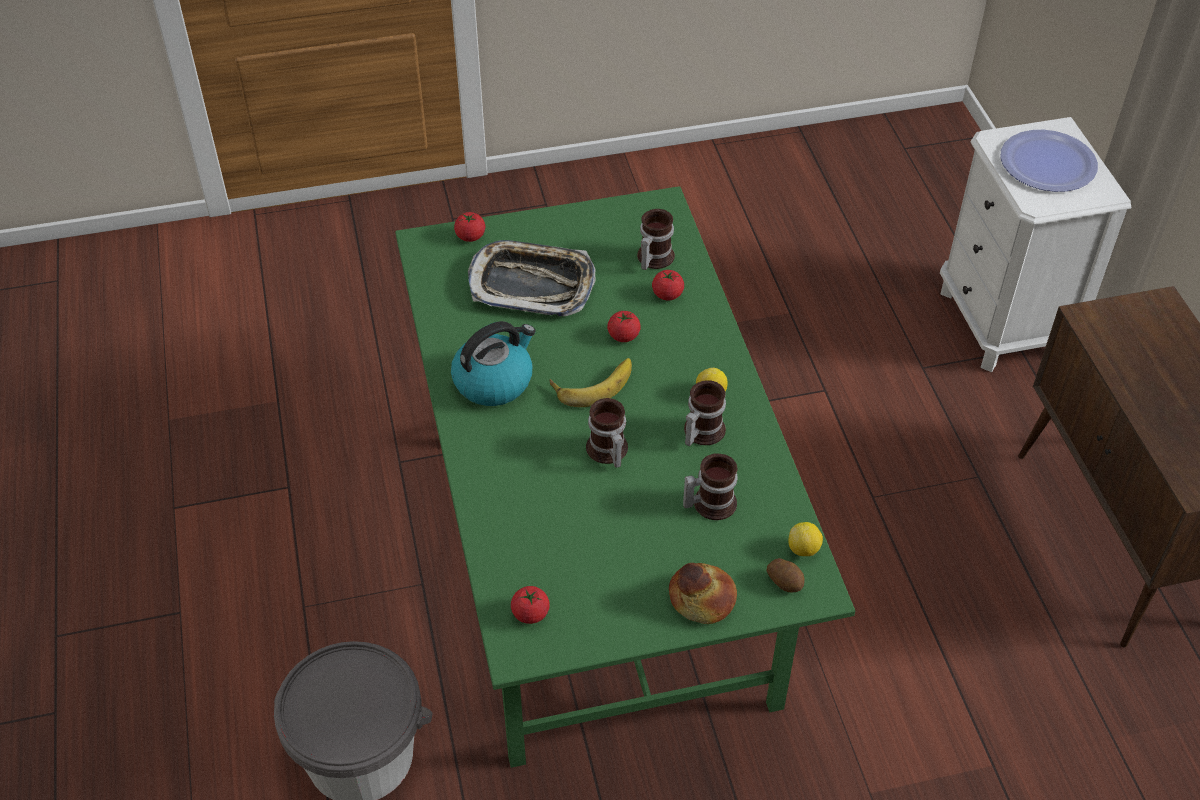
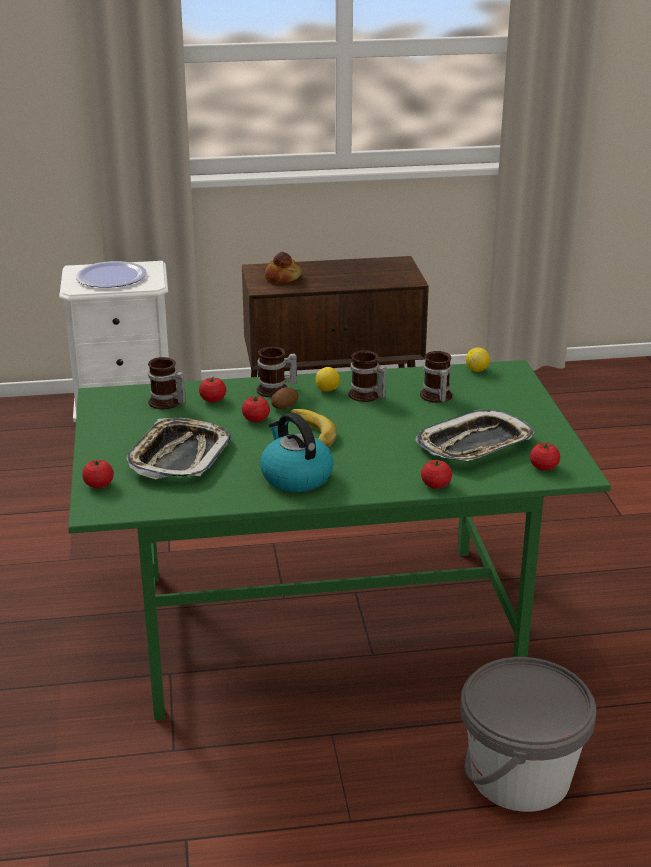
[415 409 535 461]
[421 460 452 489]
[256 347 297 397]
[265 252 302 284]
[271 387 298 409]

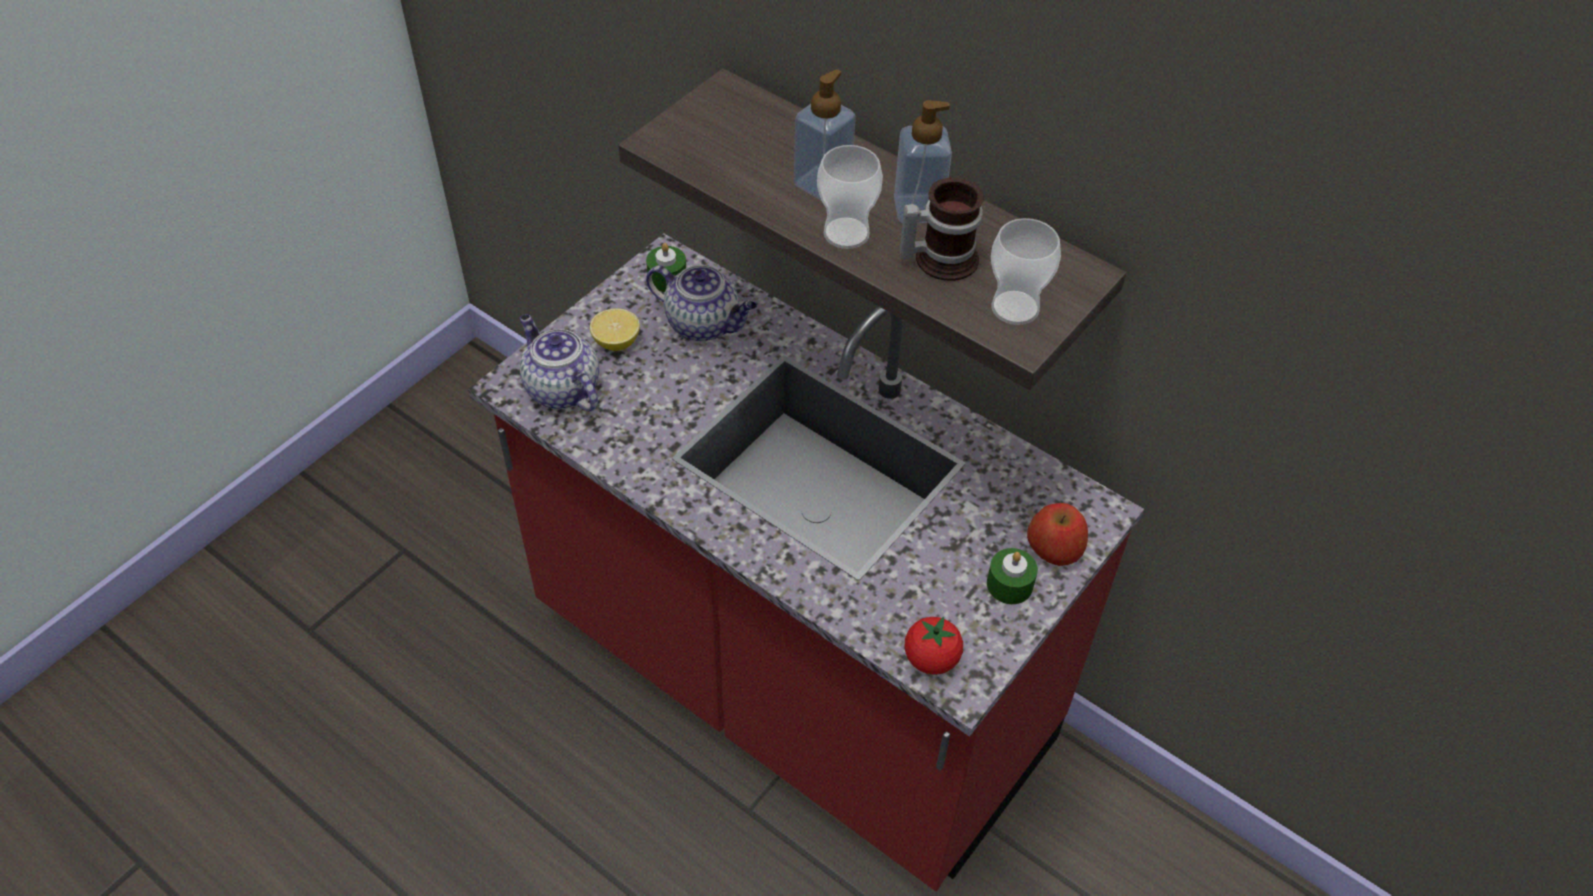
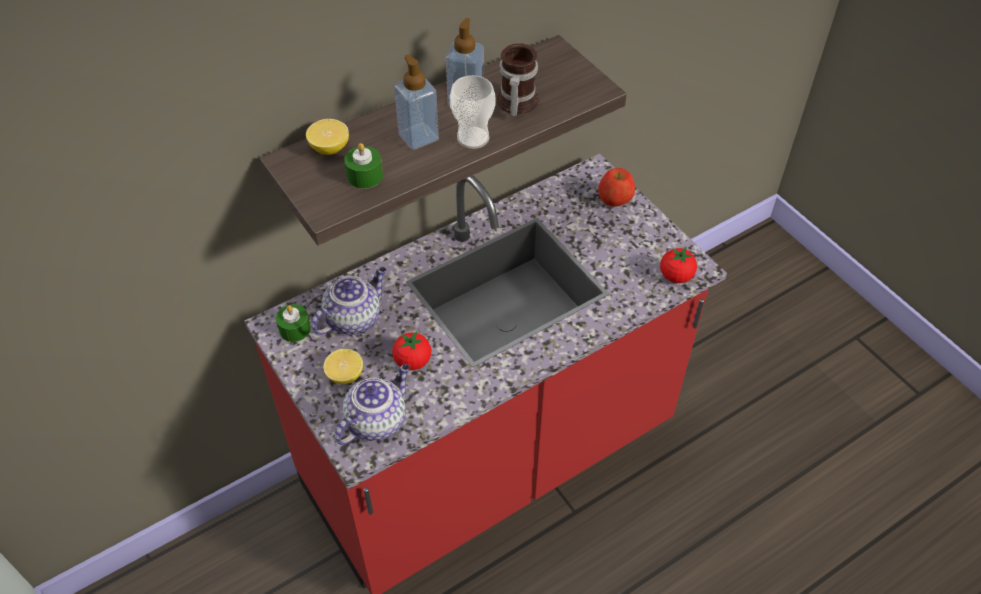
[991 218 1061 325] (first image)
[306 119 349 155]
[392 331 431 370]
[344 143 383 189]
[335 364 410 445]

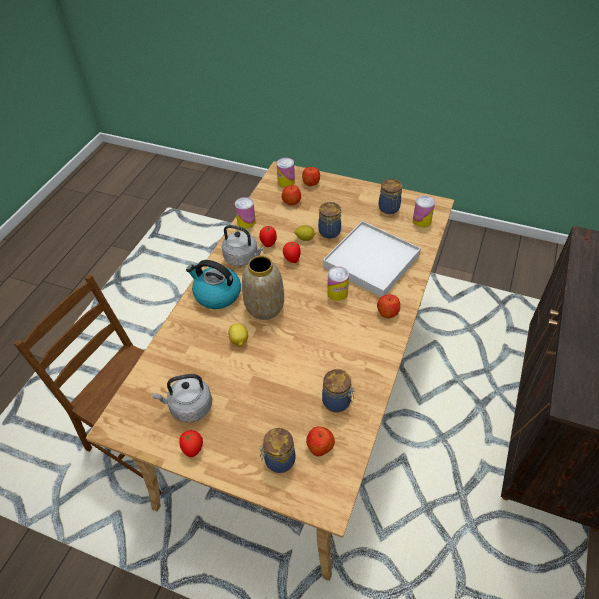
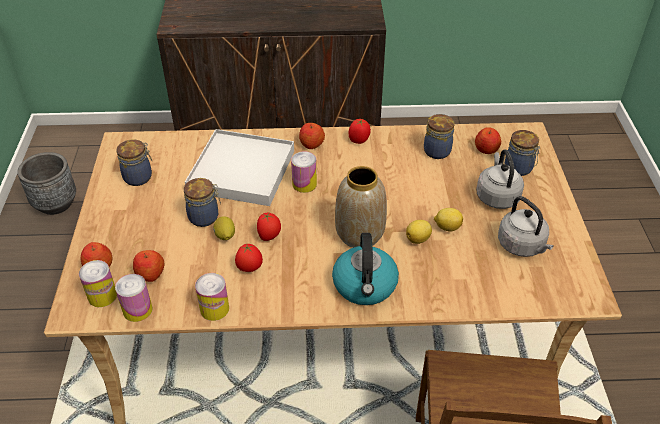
[17 152 76 215]
[434 208 463 231]
[348 119 371 144]
[476 150 524 209]
[115 274 153 322]

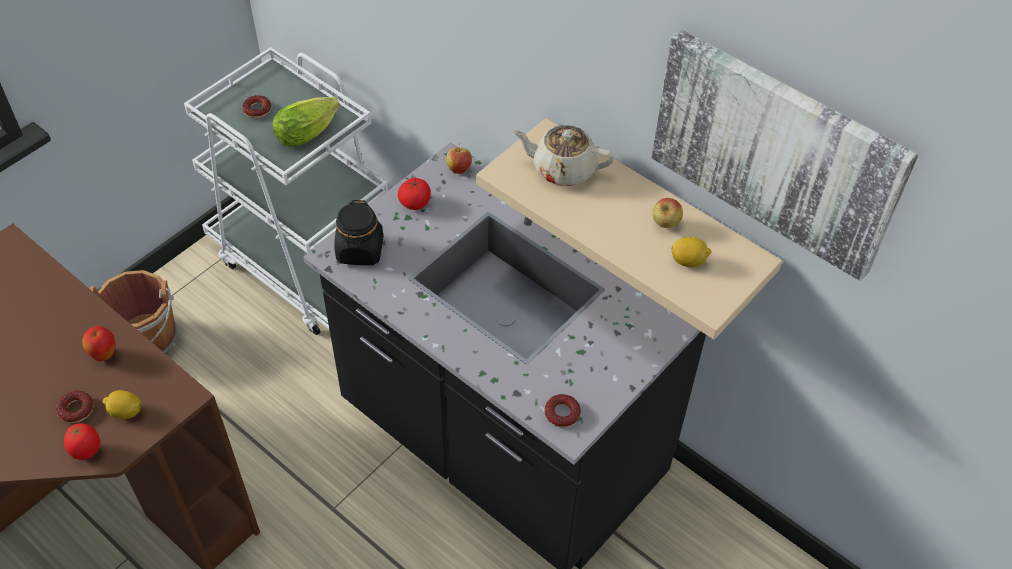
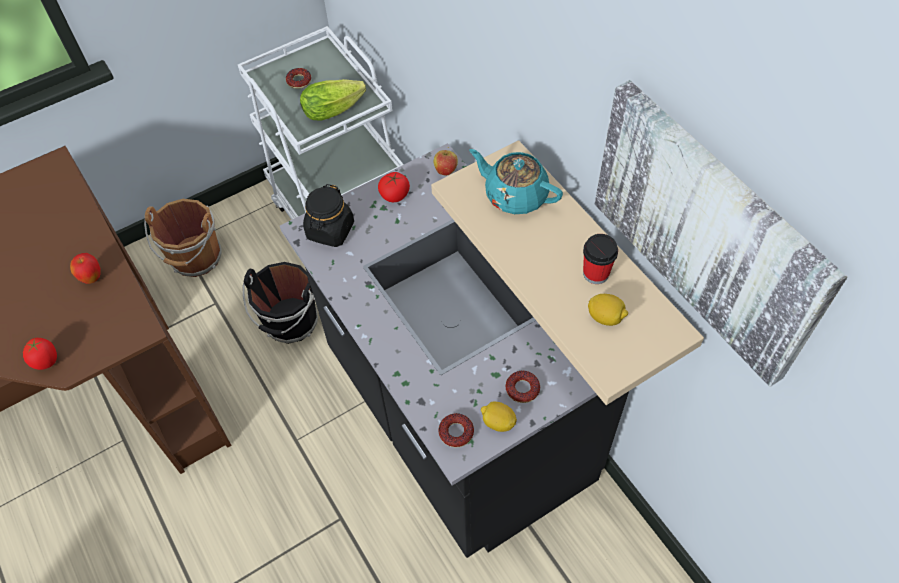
[243 262 318 344]
[505 371 540 403]
[481 402 517 432]
[583 234 618 284]
[469 149 563 214]

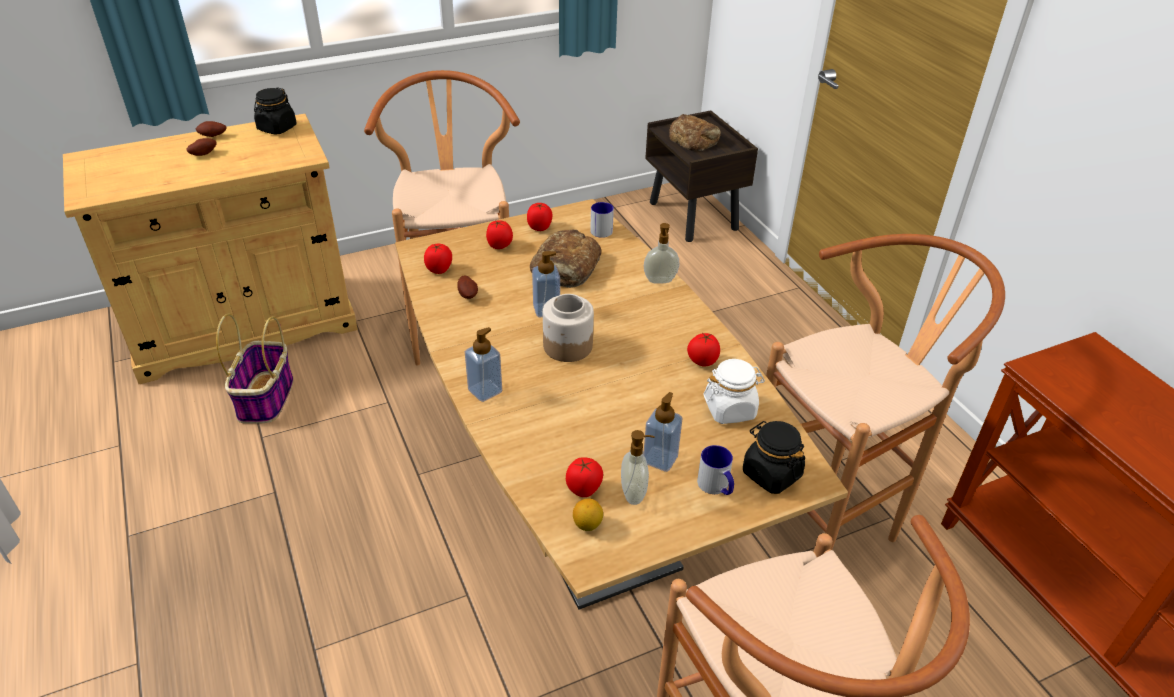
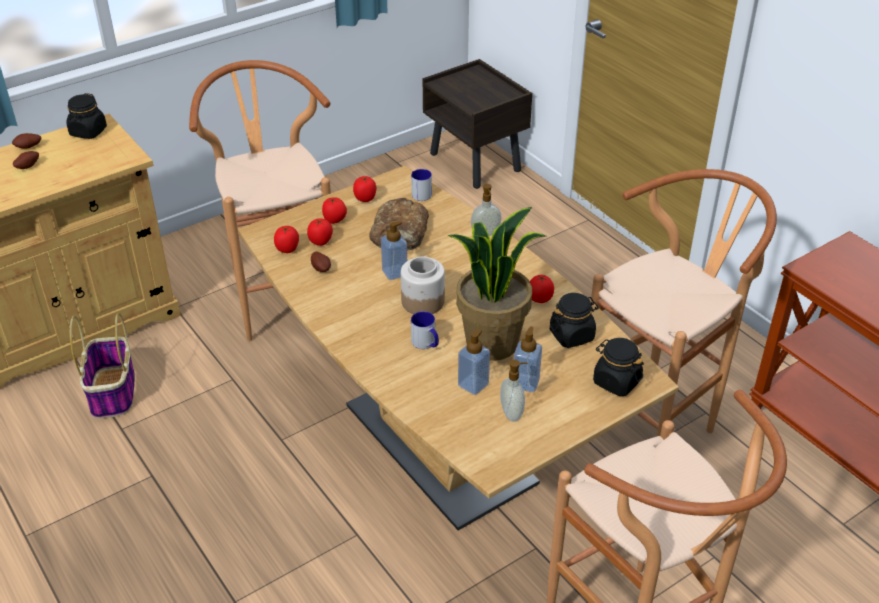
[573 499 603 531] (first image)
[669 114 721 151] (first image)
[448 207 546 361]
[458 329 490 395]
[307 218 333 246]
[411 311 439 349]
[550 293 598 348]

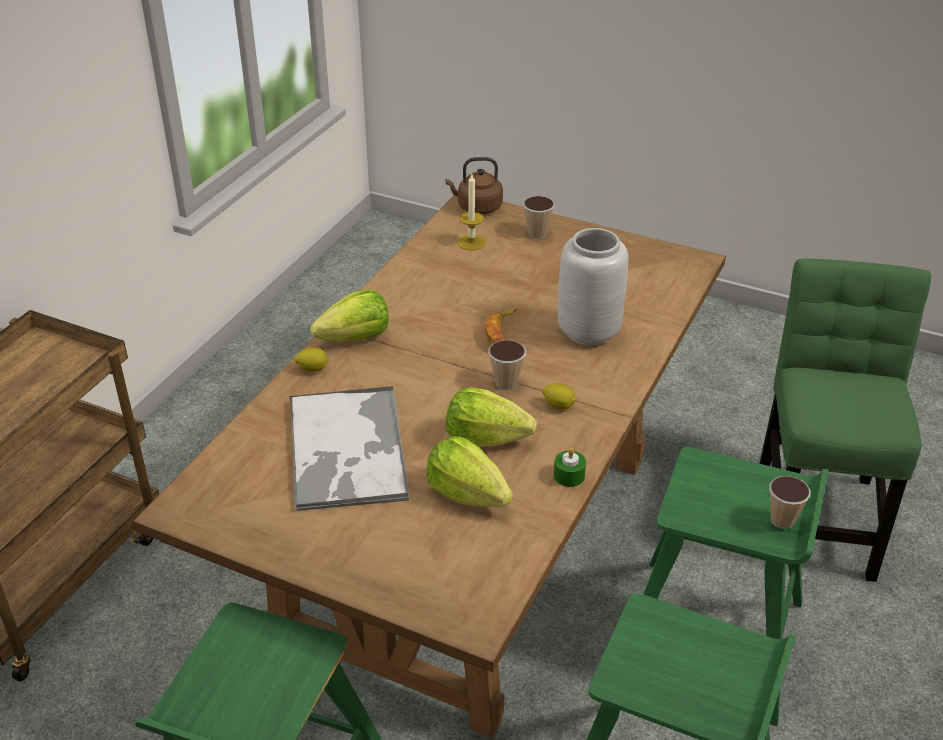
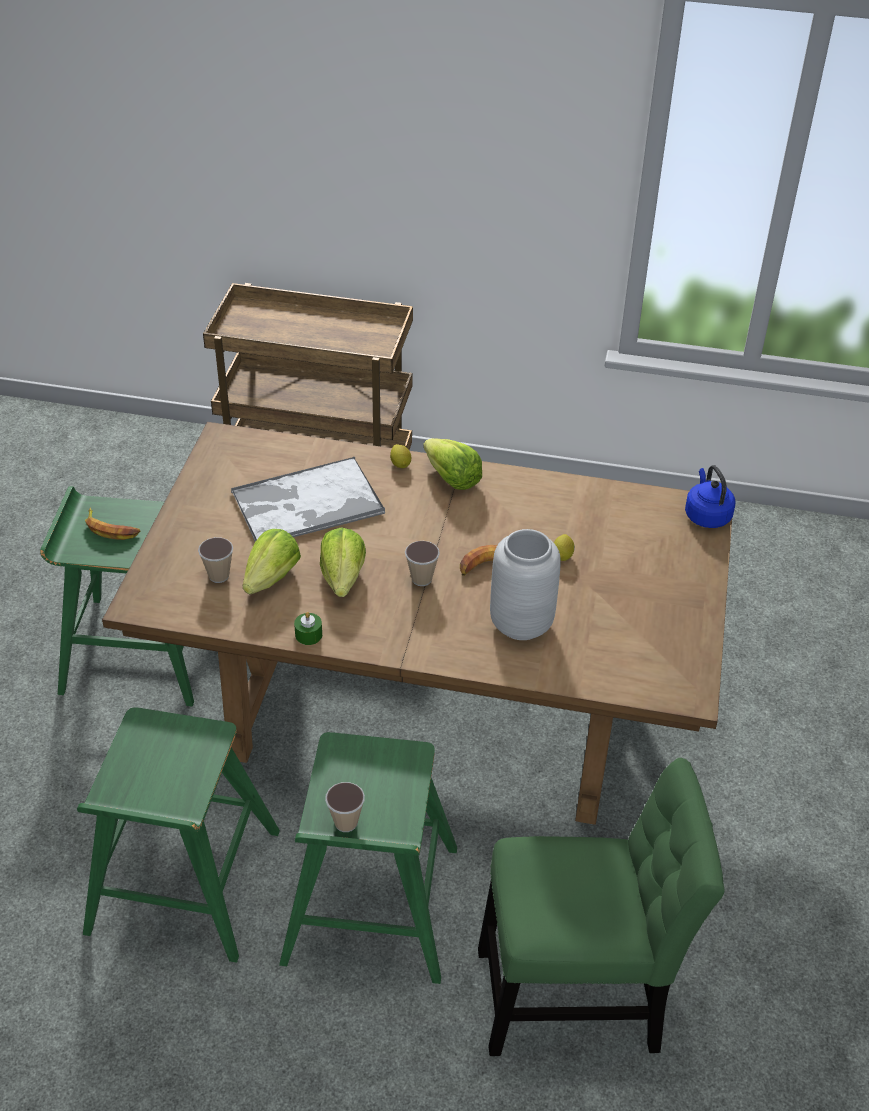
[457 174 486 250] (first image)
[85 507 140 540]
[198 537 233 583]
[554 534 575 561]
[685 465 736 528]

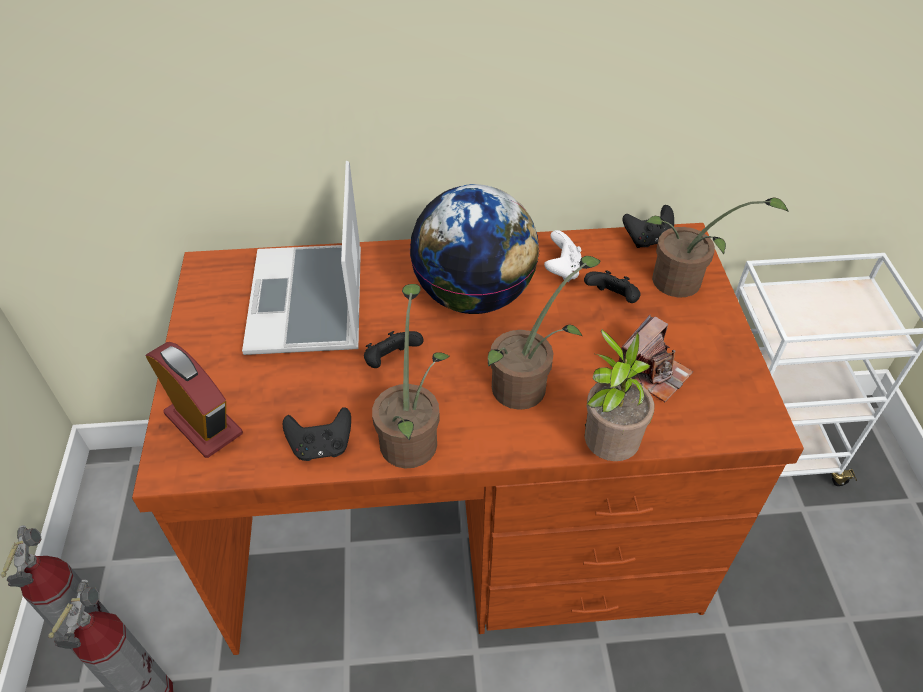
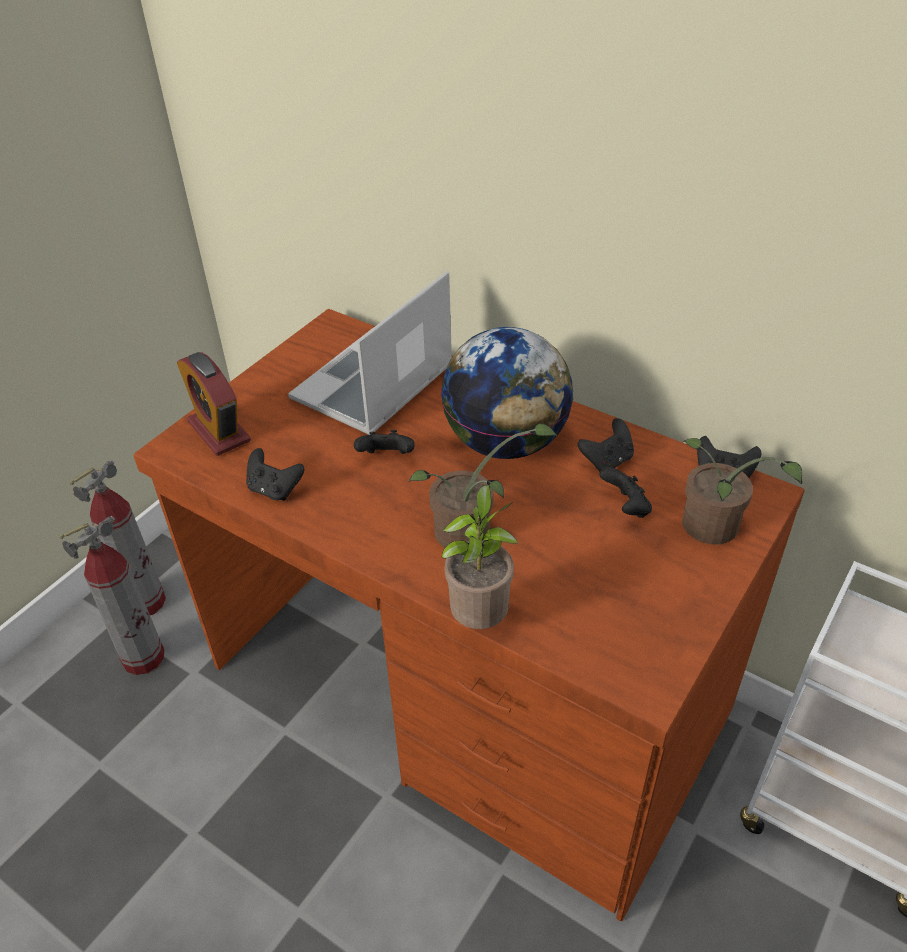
[372 284 449 469] (first image)
[618 315 693 402] (first image)
[578 418 634 472]
[177 352 251 456]

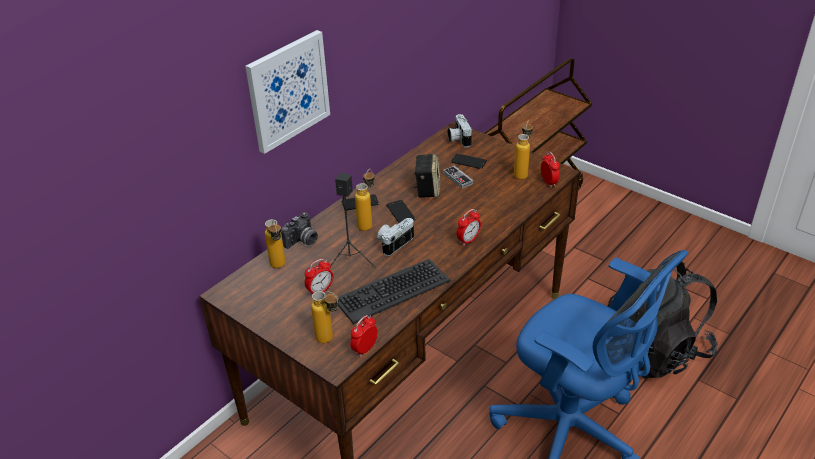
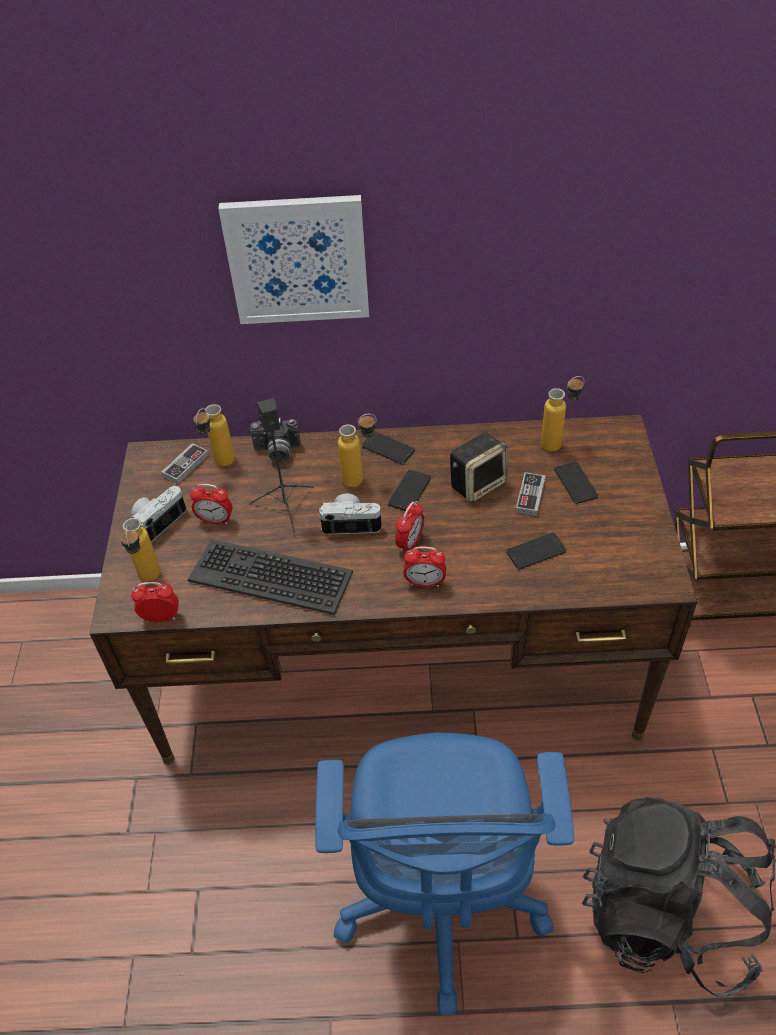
[161 443 209 484]
[506 533 567 570]
[131 486 186 542]
[541 376 585 451]
[395 501 424 551]

